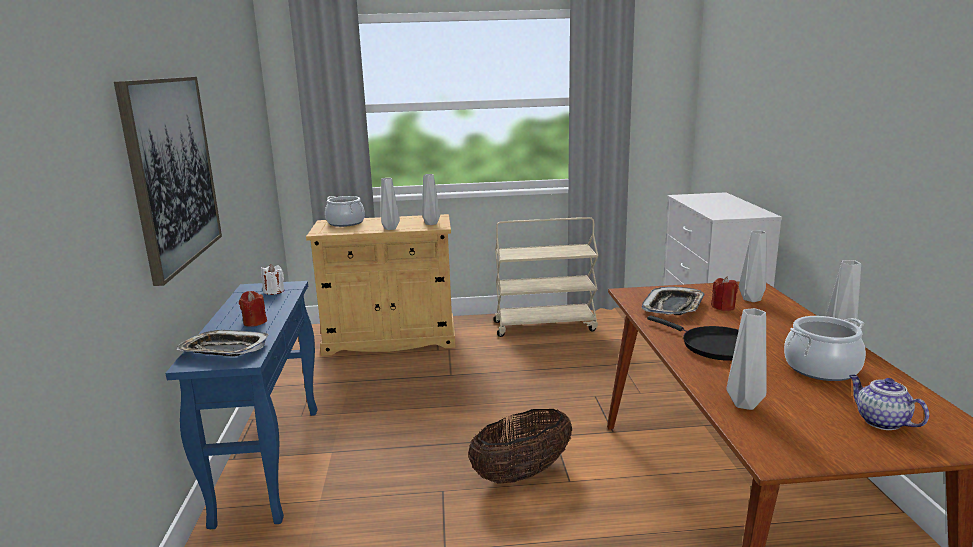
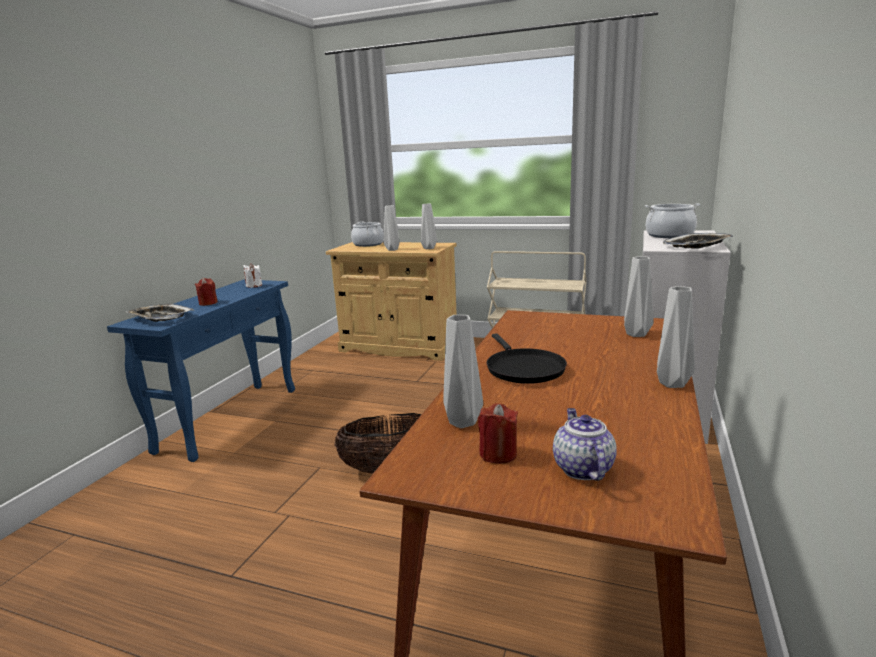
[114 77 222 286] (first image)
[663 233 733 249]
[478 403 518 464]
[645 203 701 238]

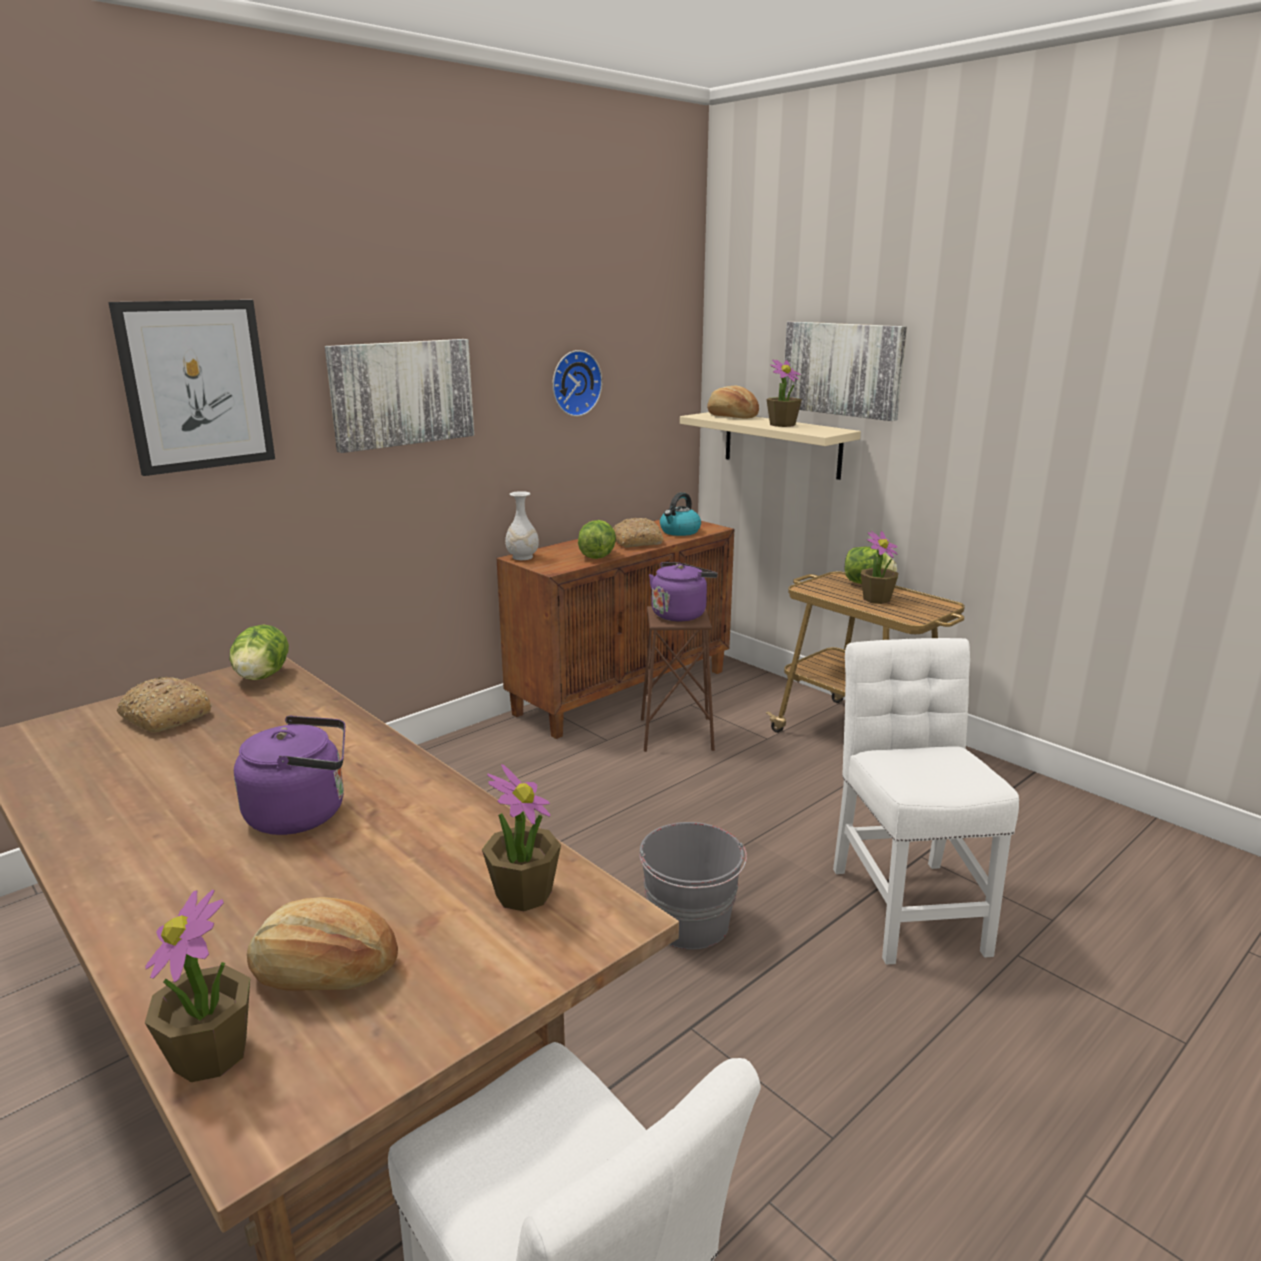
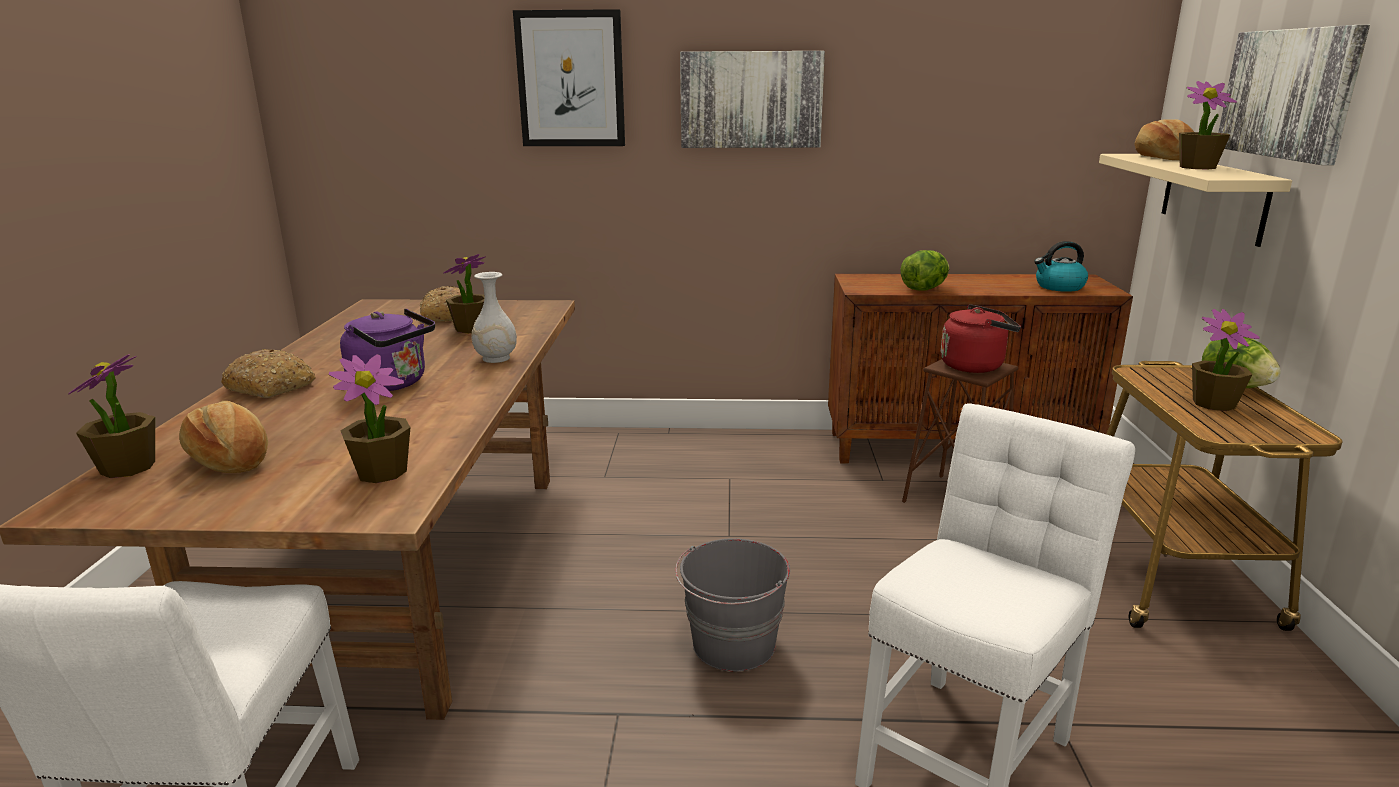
[230 624 289 680] (first image)
[552 350 602 417] (first image)
[443 254 486 334]
[471 272 517 363]
[221 349 316 398]
[941 304 1021 373]

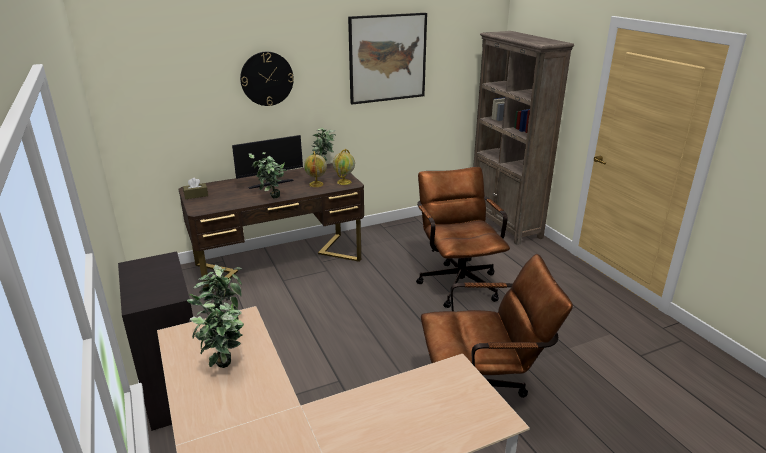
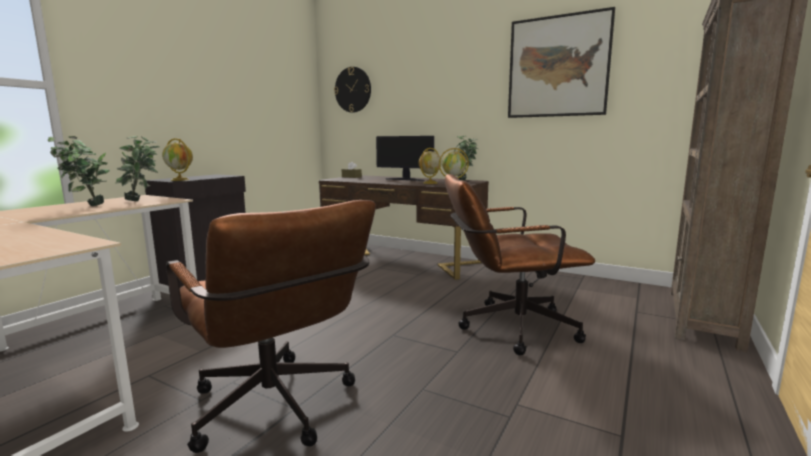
[249 152 287 199] (first image)
[162 138 193 181]
[334 67 371 113]
[445 174 595 355]

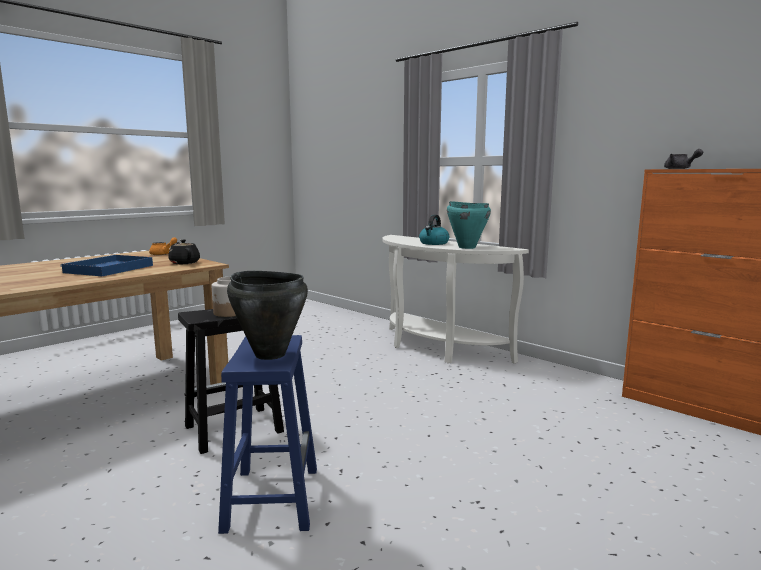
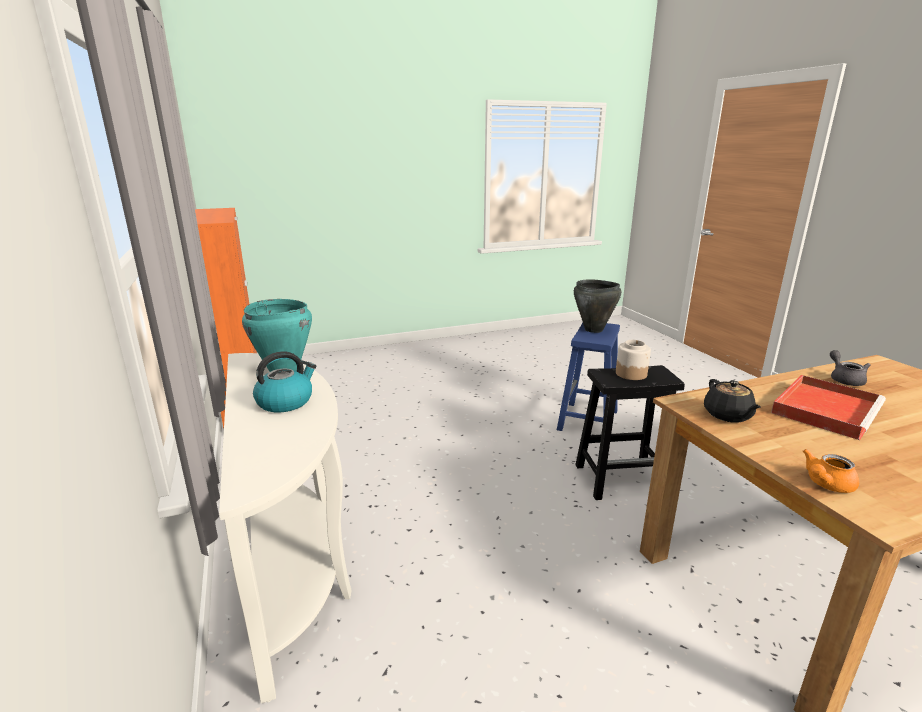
[830 350 871 386]
[771 375 886 440]

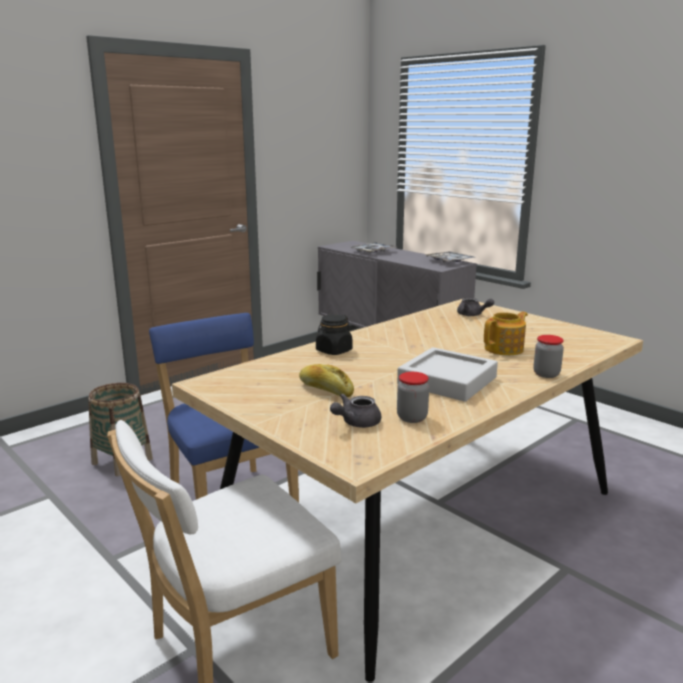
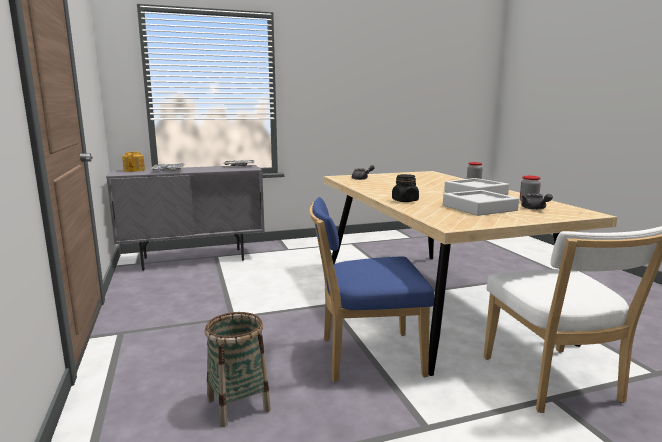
[122 151 145 172]
[443 190 519 216]

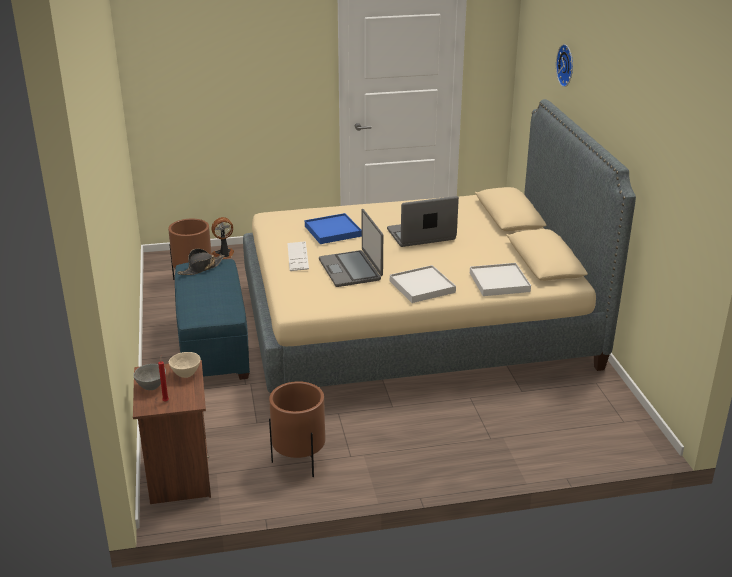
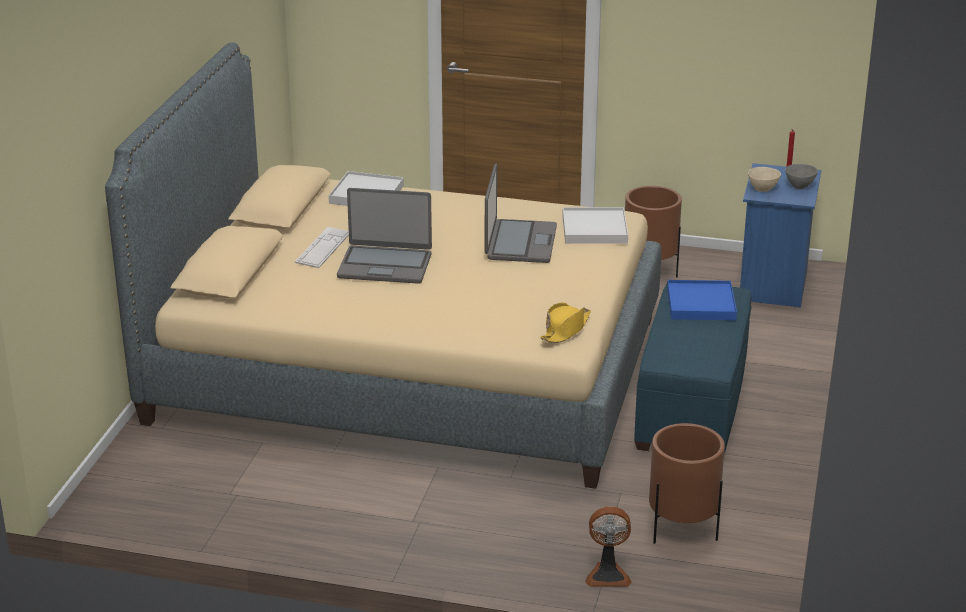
[177 249 224 275] (first image)
[556 44 573 87] (first image)
[540 303 591 343]
[295 227 349 268]
[667 280 737 320]
[563 207 628 244]
[740 163 821 307]

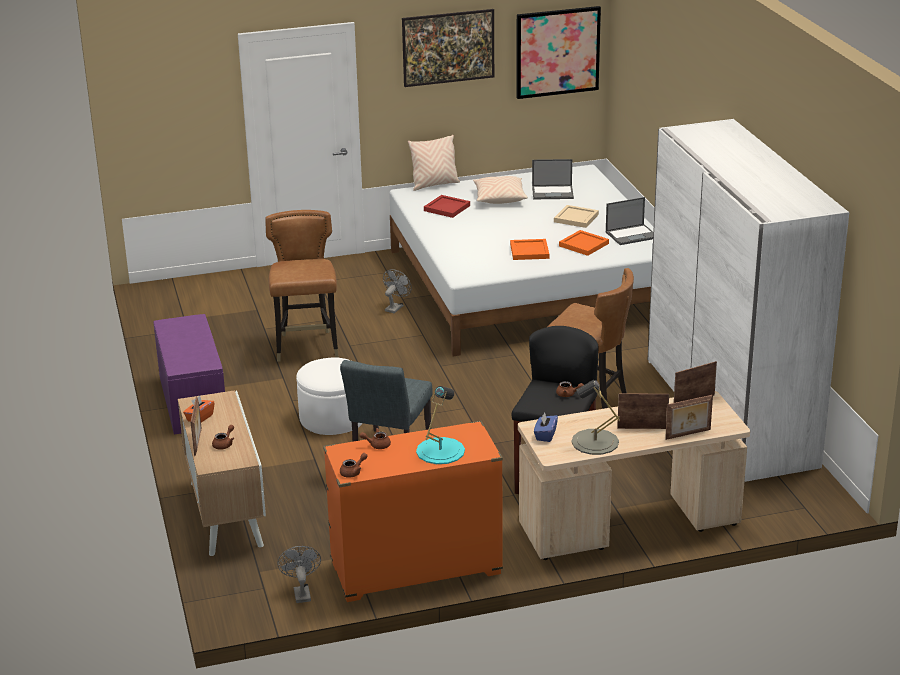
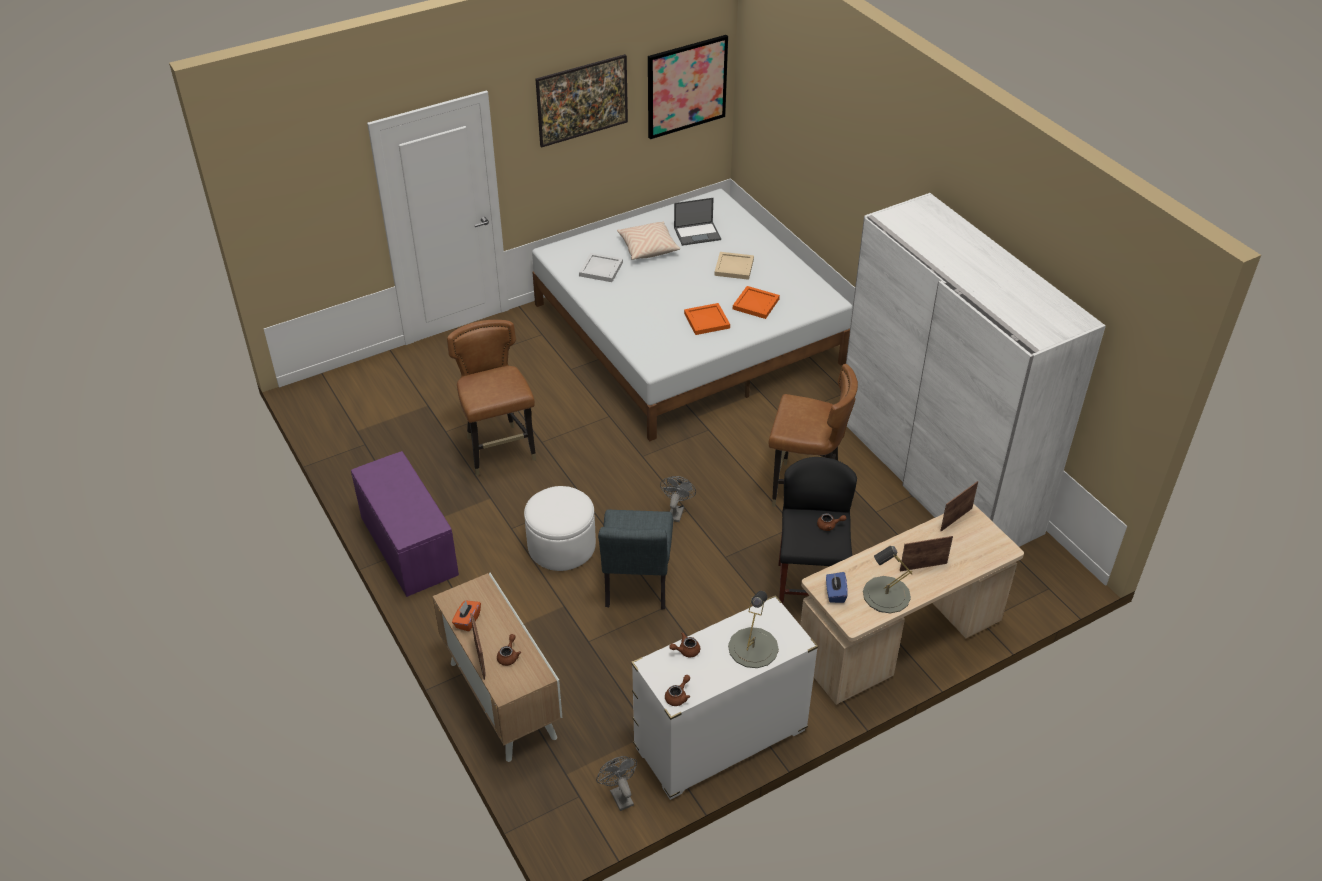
[408 135 460 191] (first image)
[606 197 653 245] (first image)
[665 395 713 440] (first image)
[660 476 696 522]
[631 595 818 800]
[728 591 779 668]
[579 253 623 282]

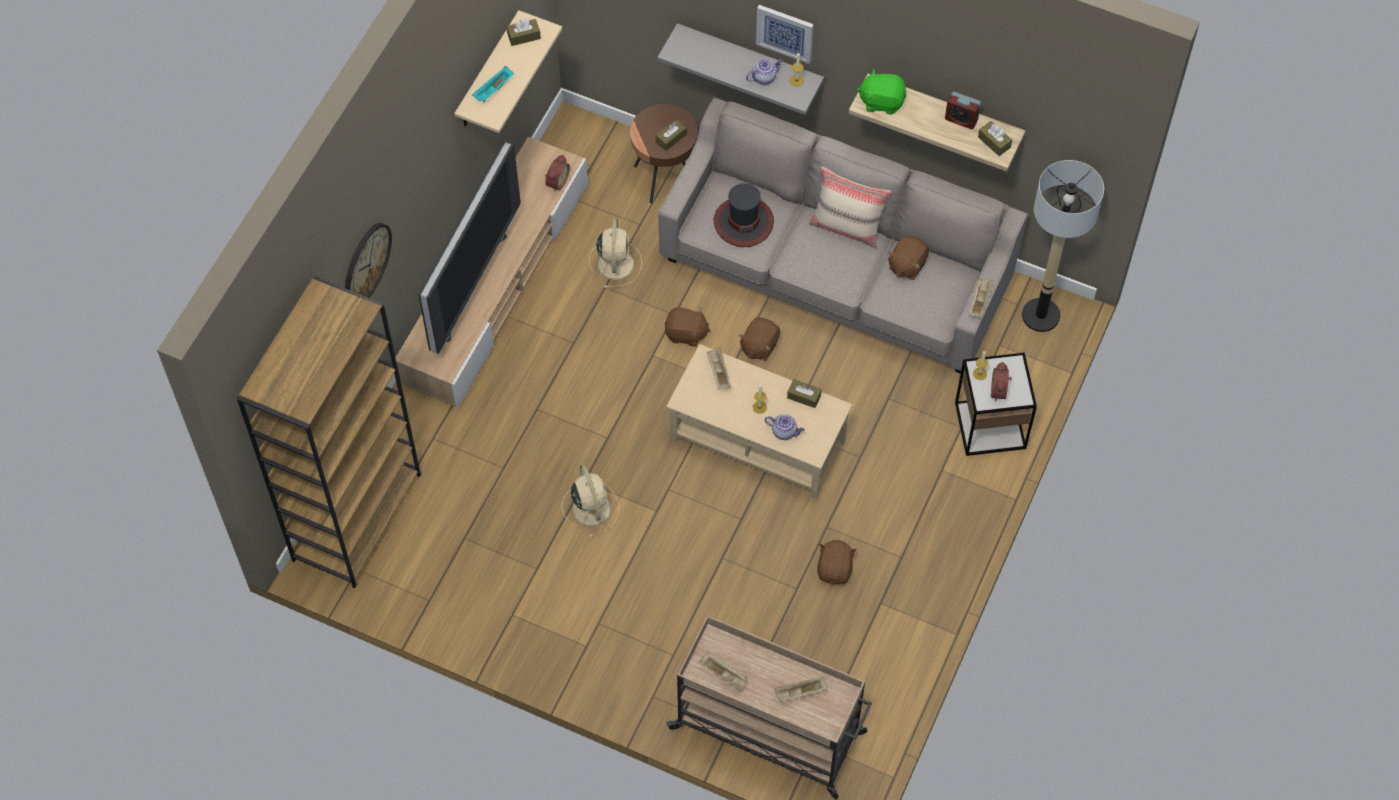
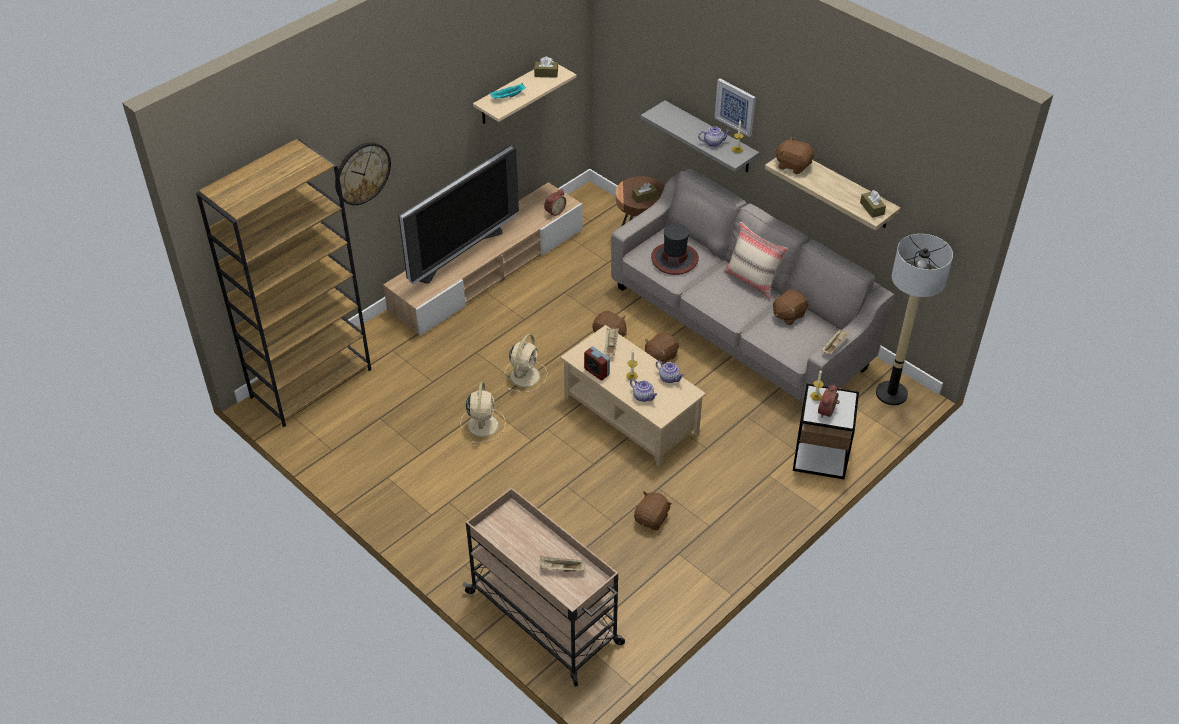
[700 652 747 691] (first image)
[505 334 547 392]
[584 347 610 381]
[656 360 684 383]
[775 137 814 174]

